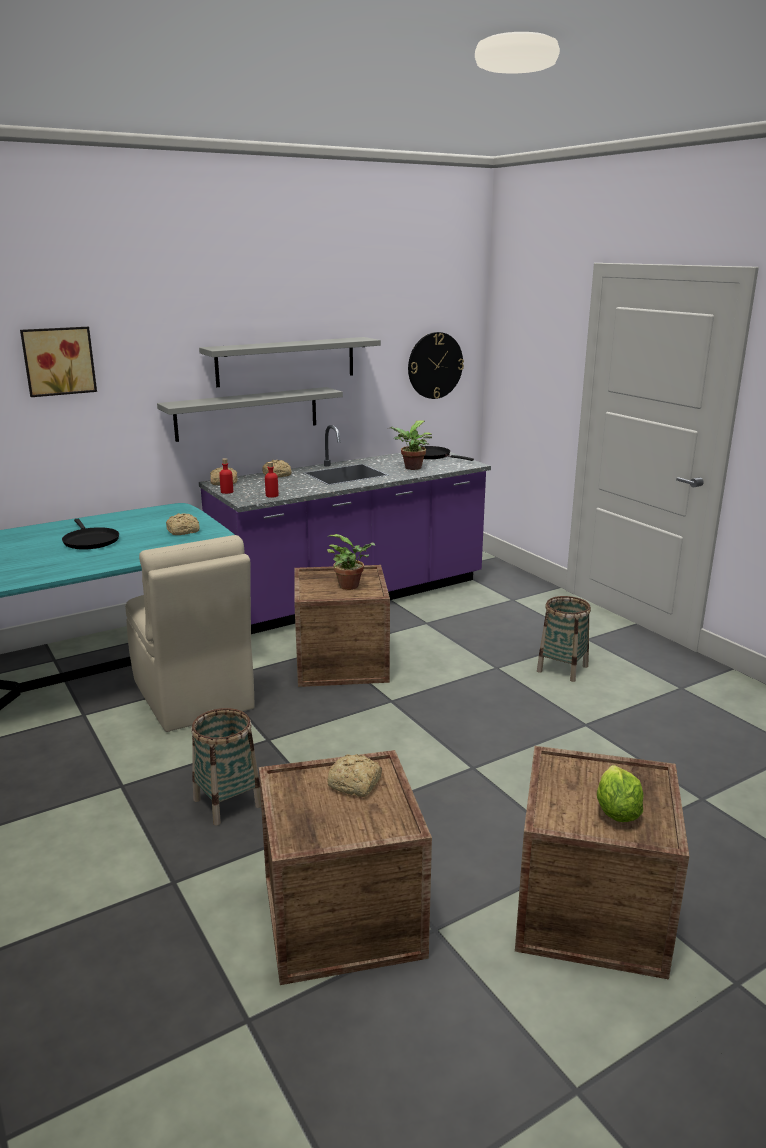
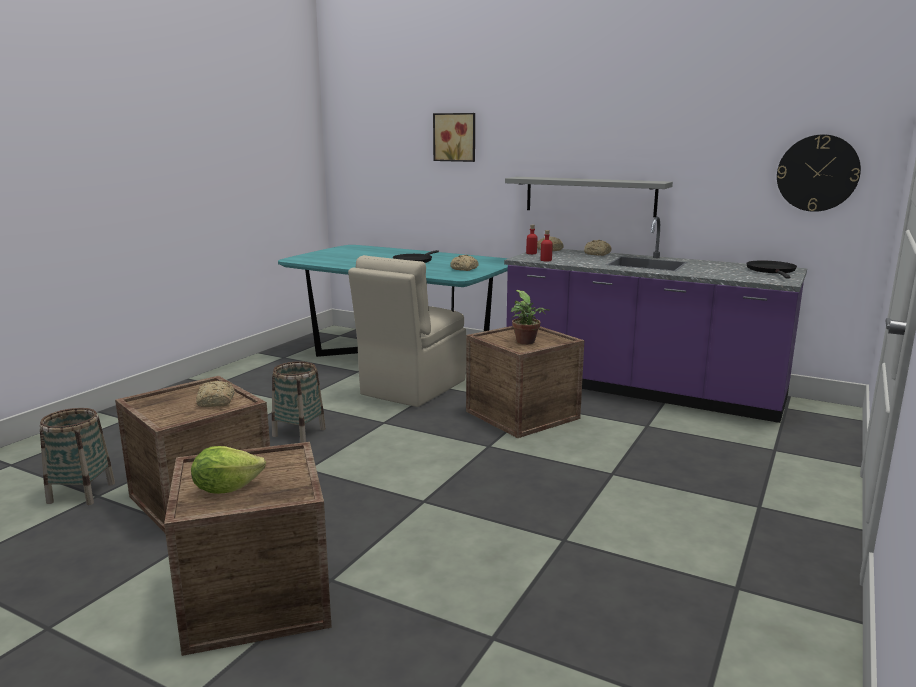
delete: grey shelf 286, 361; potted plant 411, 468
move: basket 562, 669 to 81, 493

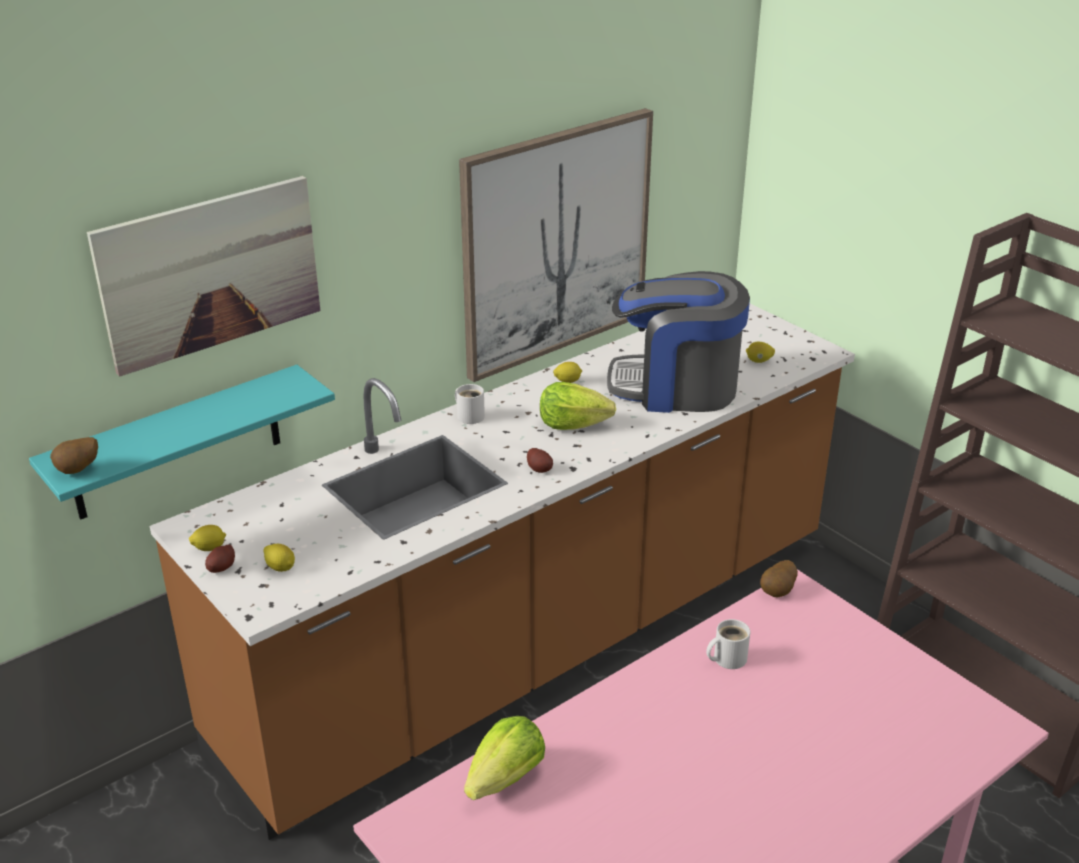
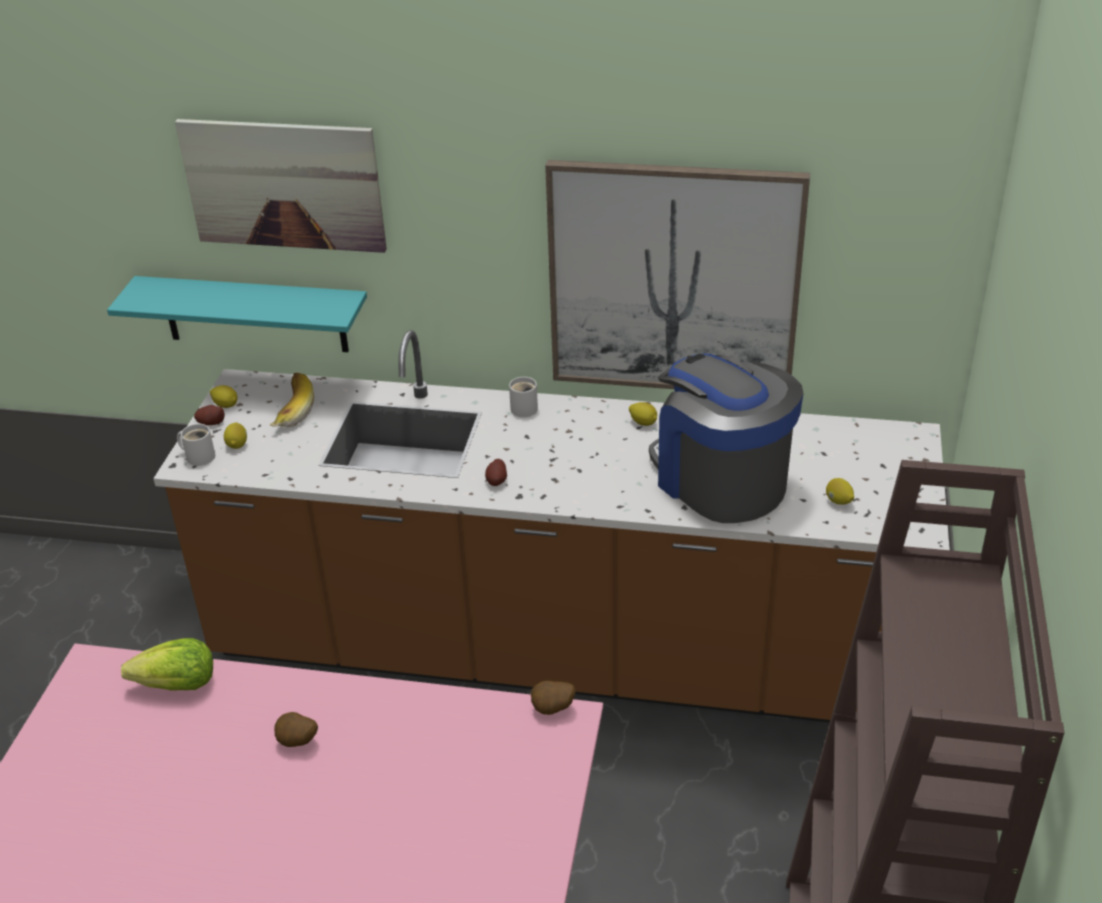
delete: lettuce 572, 425
insert: banana 289, 411
move: white mug 726, 658 to 199, 456; potato 79, 471 to 297, 743

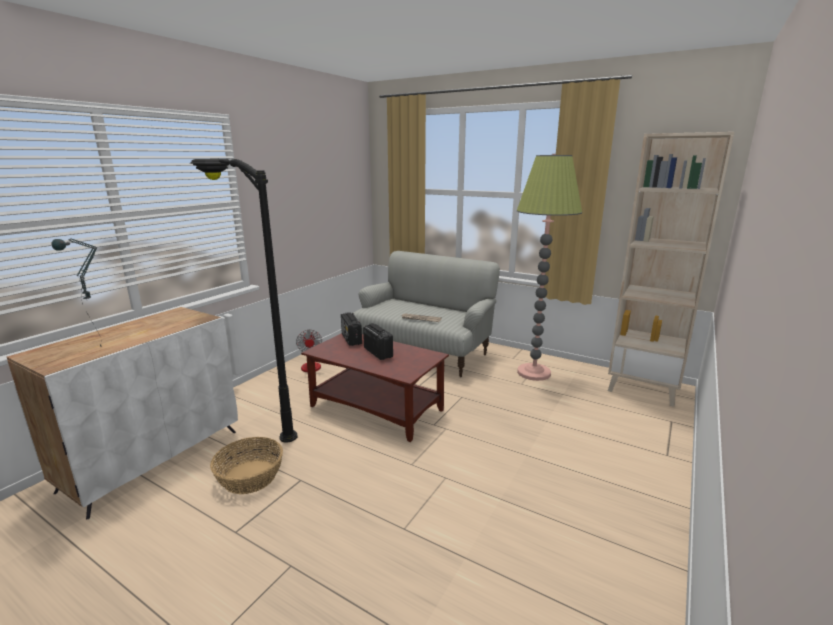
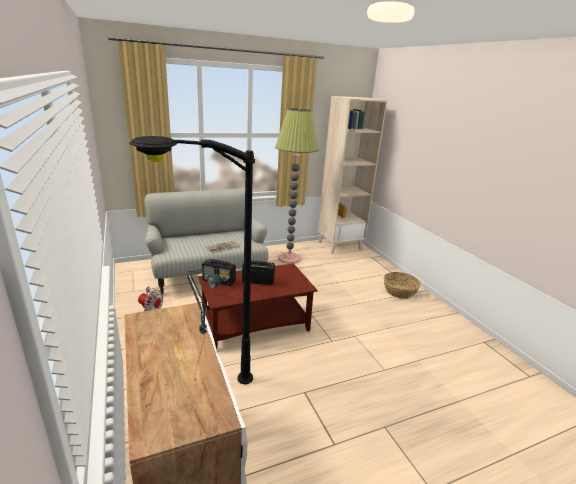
move: basket 249, 477 to 399, 291

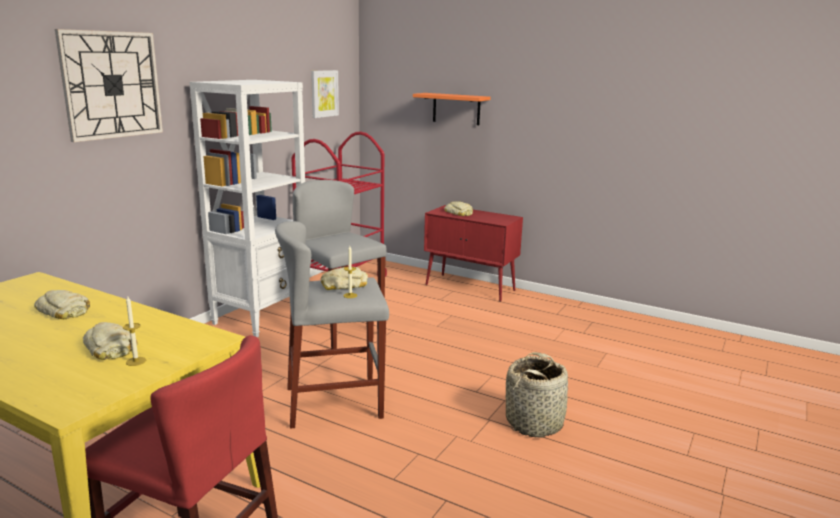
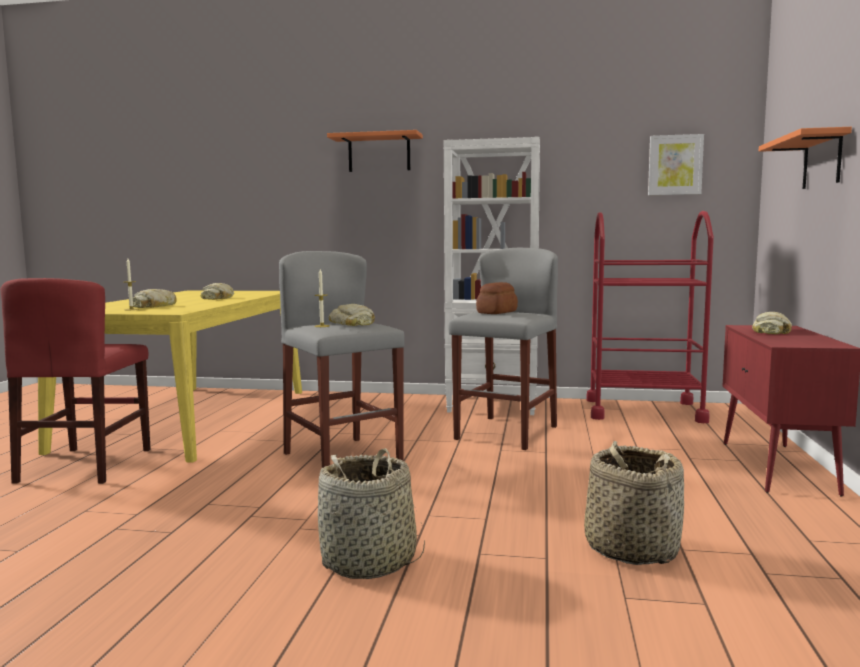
insert: bread 496, 312; basket 631, 548
replace: wall clock 112, 85 to orange shelf 379, 153

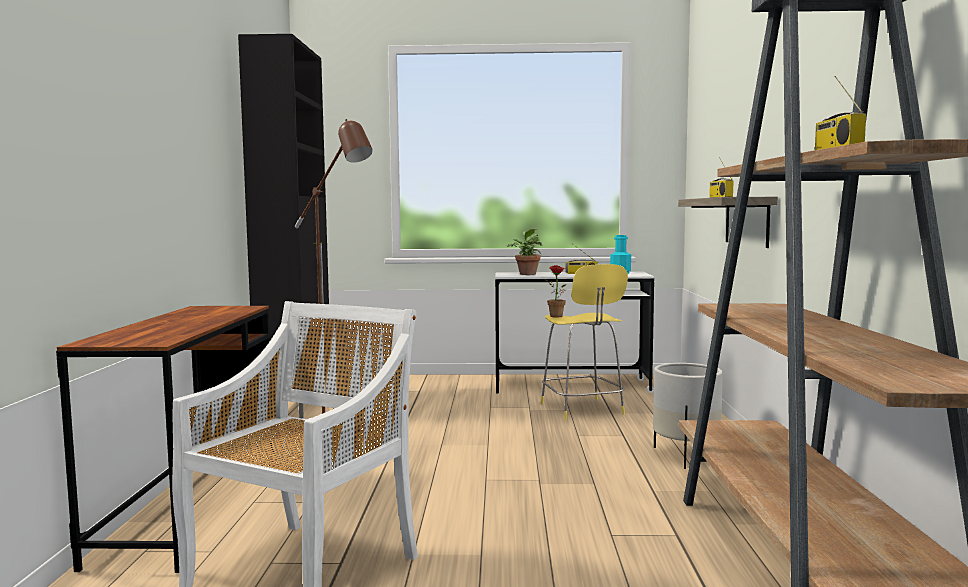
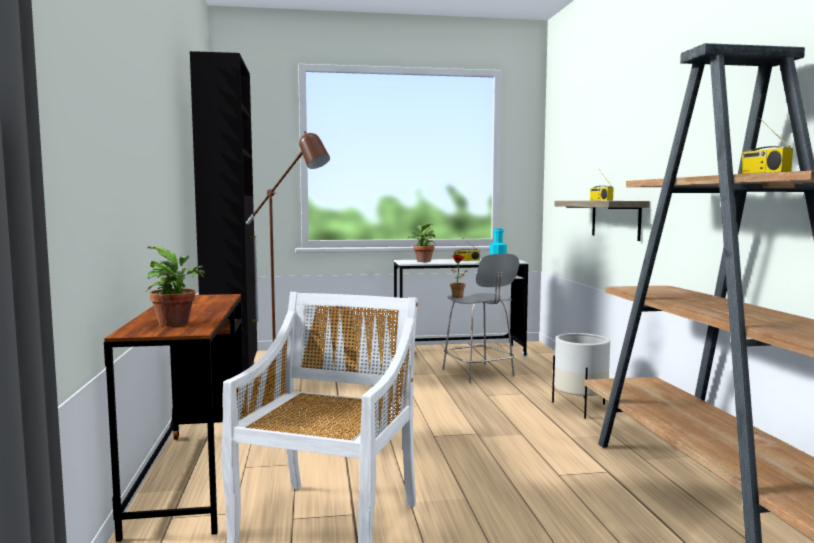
insert: potted plant 176, 324
recolor: yellow stool 582, 410 to grey stool 479, 373

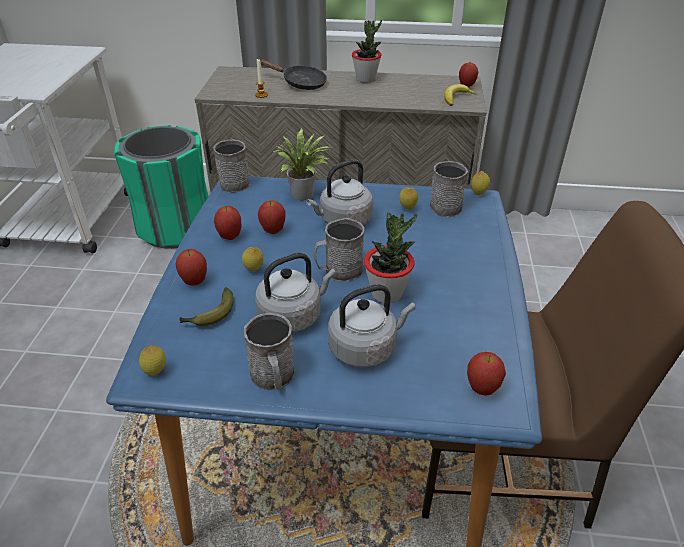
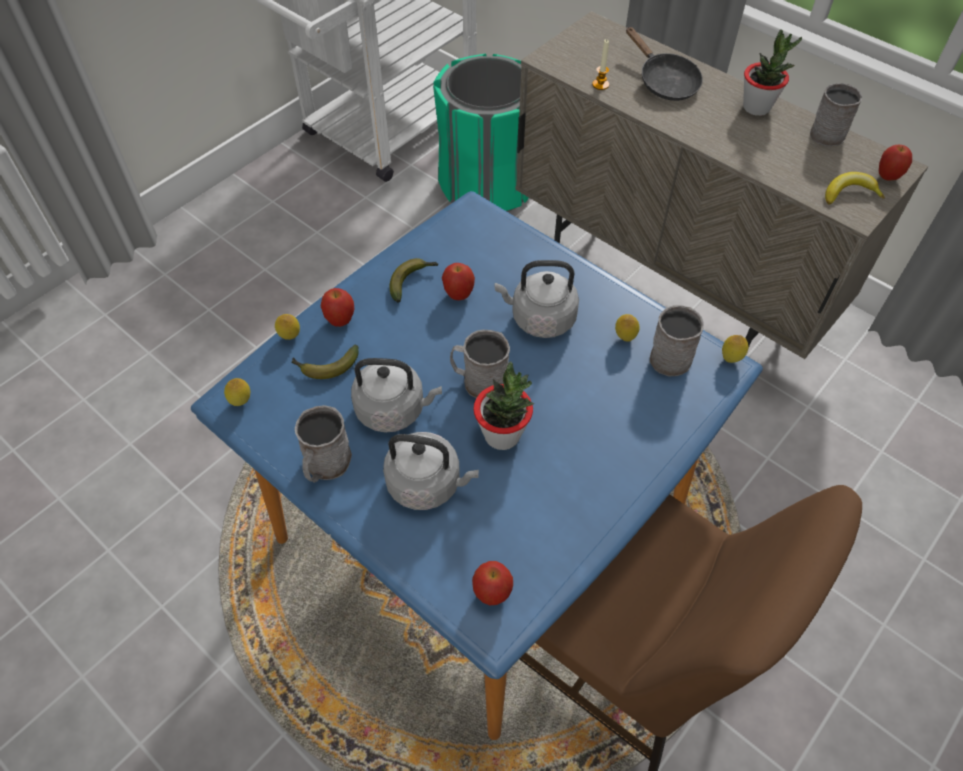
delete: potted plant 305, 195
move: lemon 254, 270 to 290, 337; grey mug 234, 181 to 828, 132
replace: apple 230, 237 to banana 412, 281

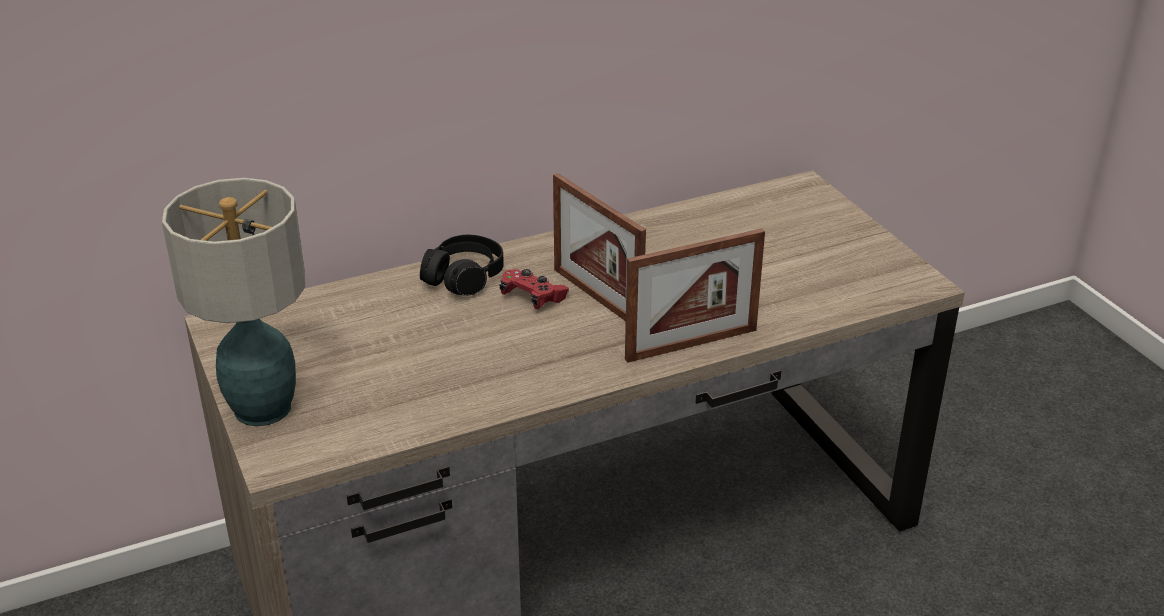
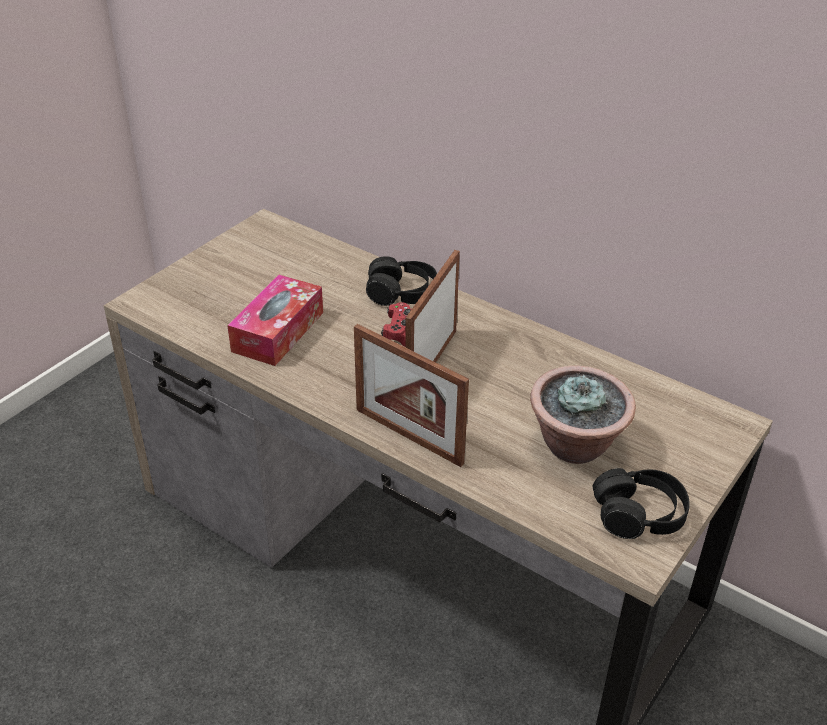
delete: table lamp 264, 408
insert: tissue box 278, 332; potted plant 576, 445; black headphones 639, 514

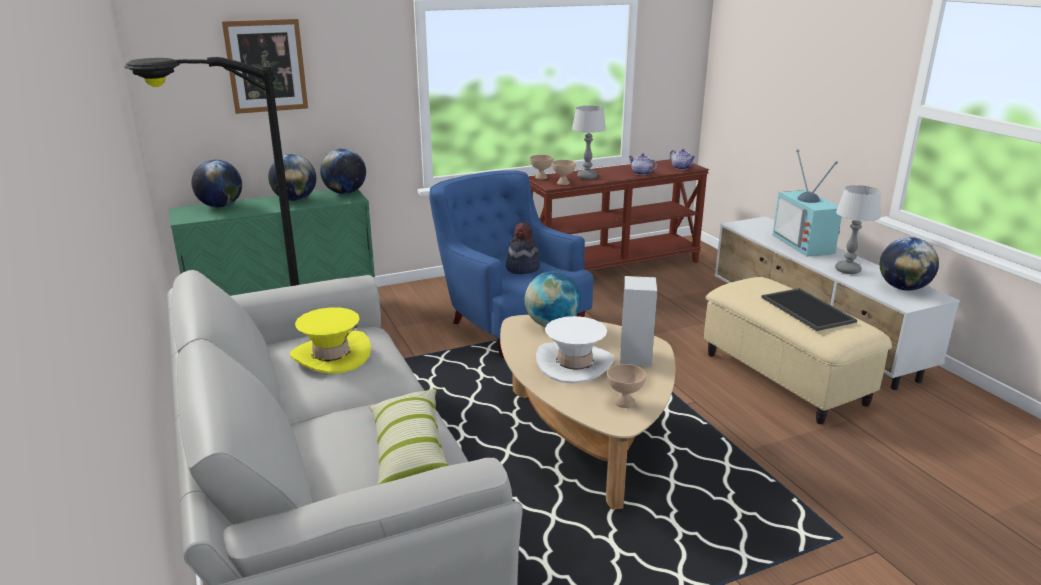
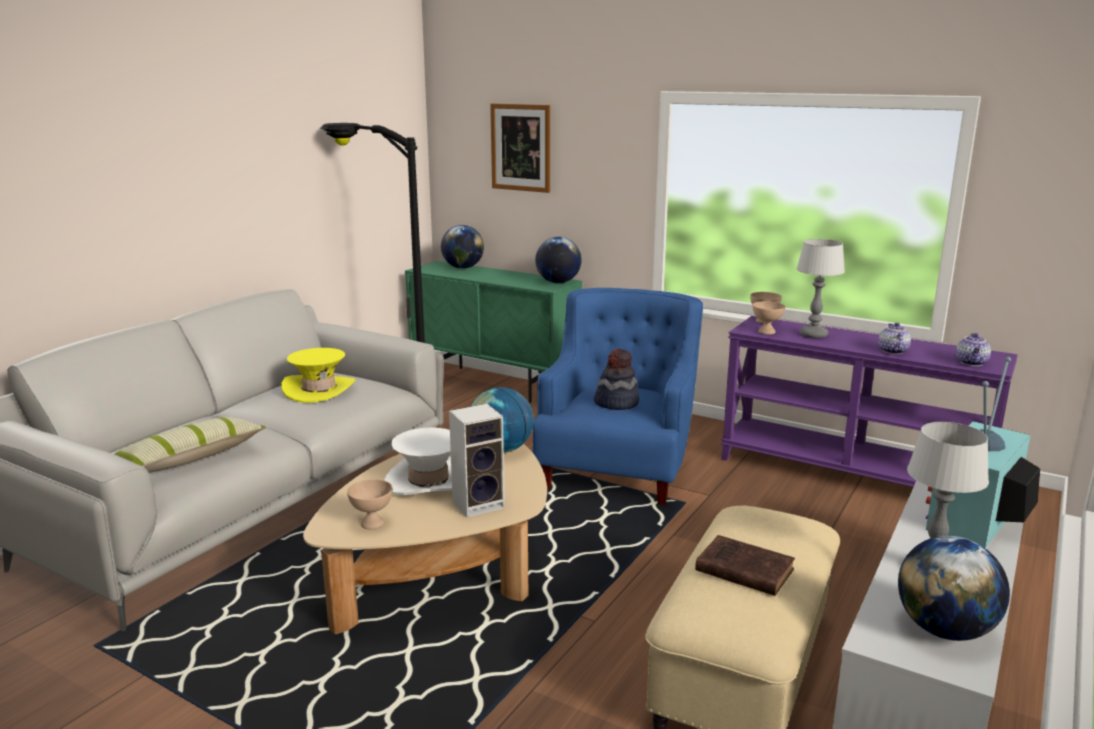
delete: globe 295, 199
replace: tray 805, 309 to brown book 742, 569
recolor: brown console table 612, 267 to purple console table 851, 474

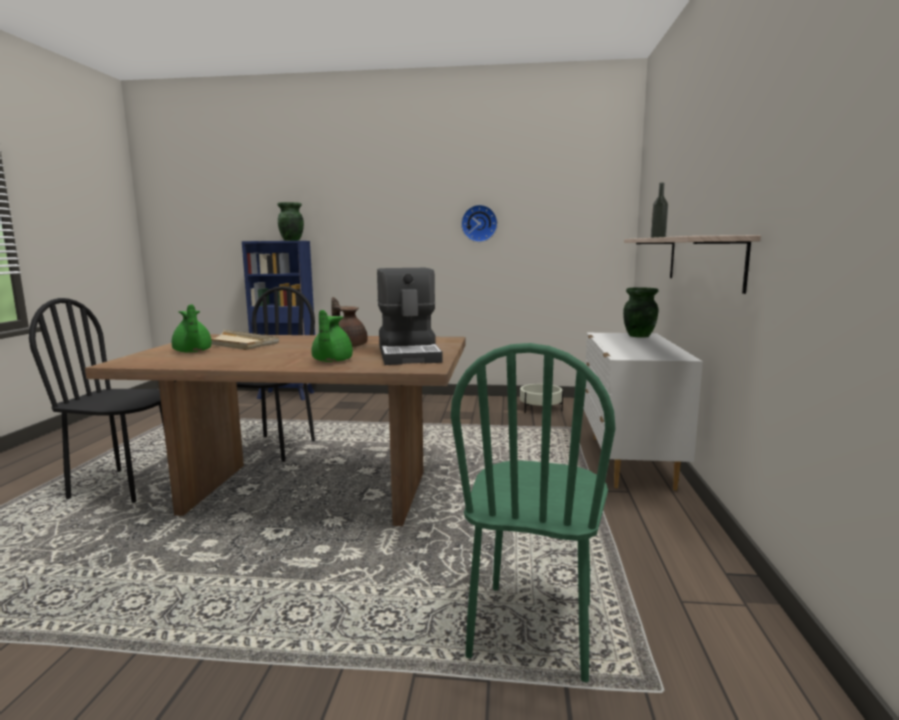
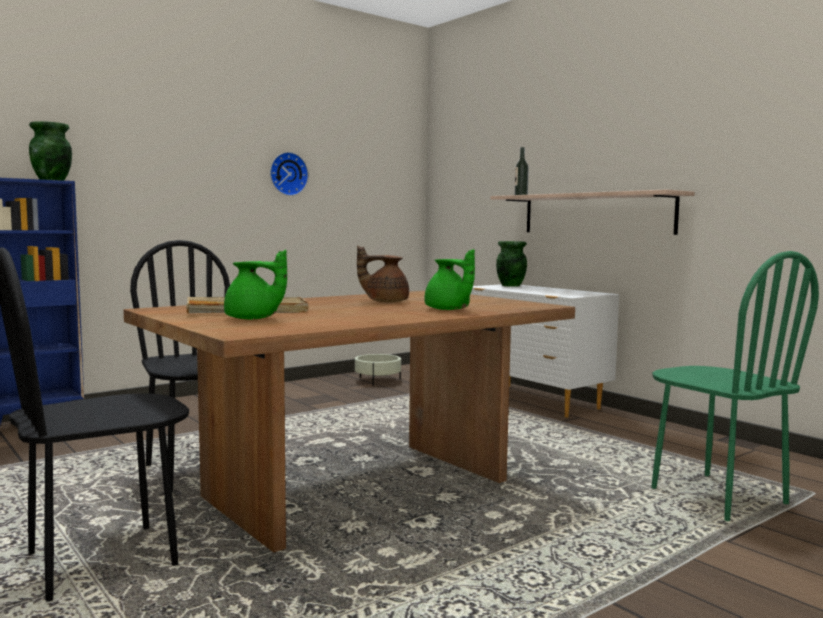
delete: coffee machine 410, 354

